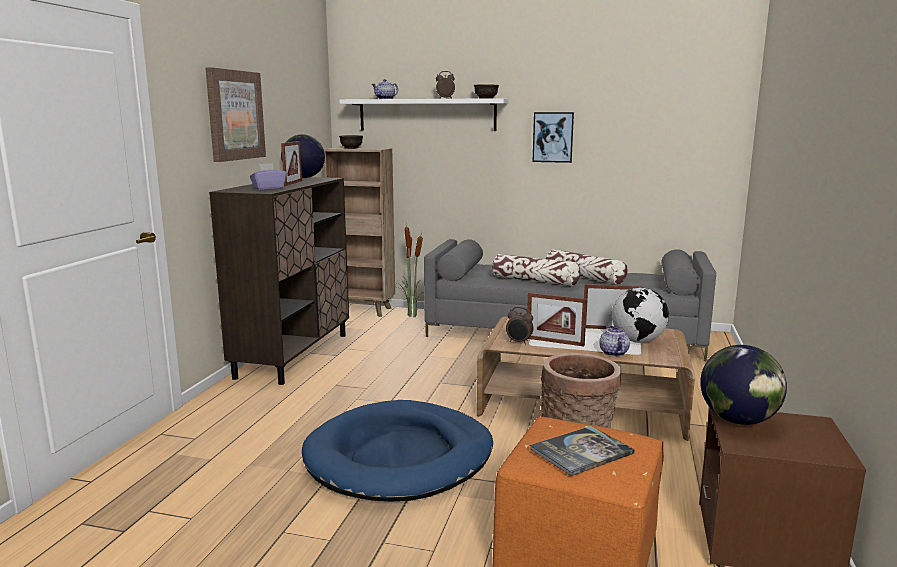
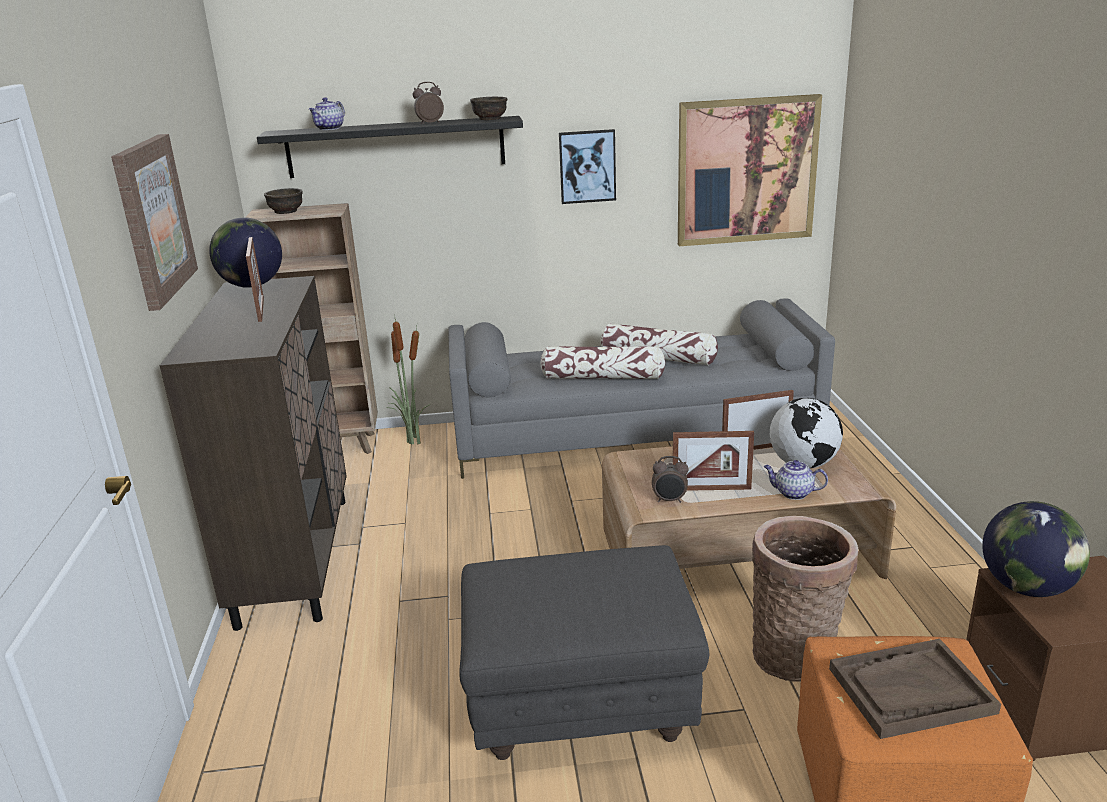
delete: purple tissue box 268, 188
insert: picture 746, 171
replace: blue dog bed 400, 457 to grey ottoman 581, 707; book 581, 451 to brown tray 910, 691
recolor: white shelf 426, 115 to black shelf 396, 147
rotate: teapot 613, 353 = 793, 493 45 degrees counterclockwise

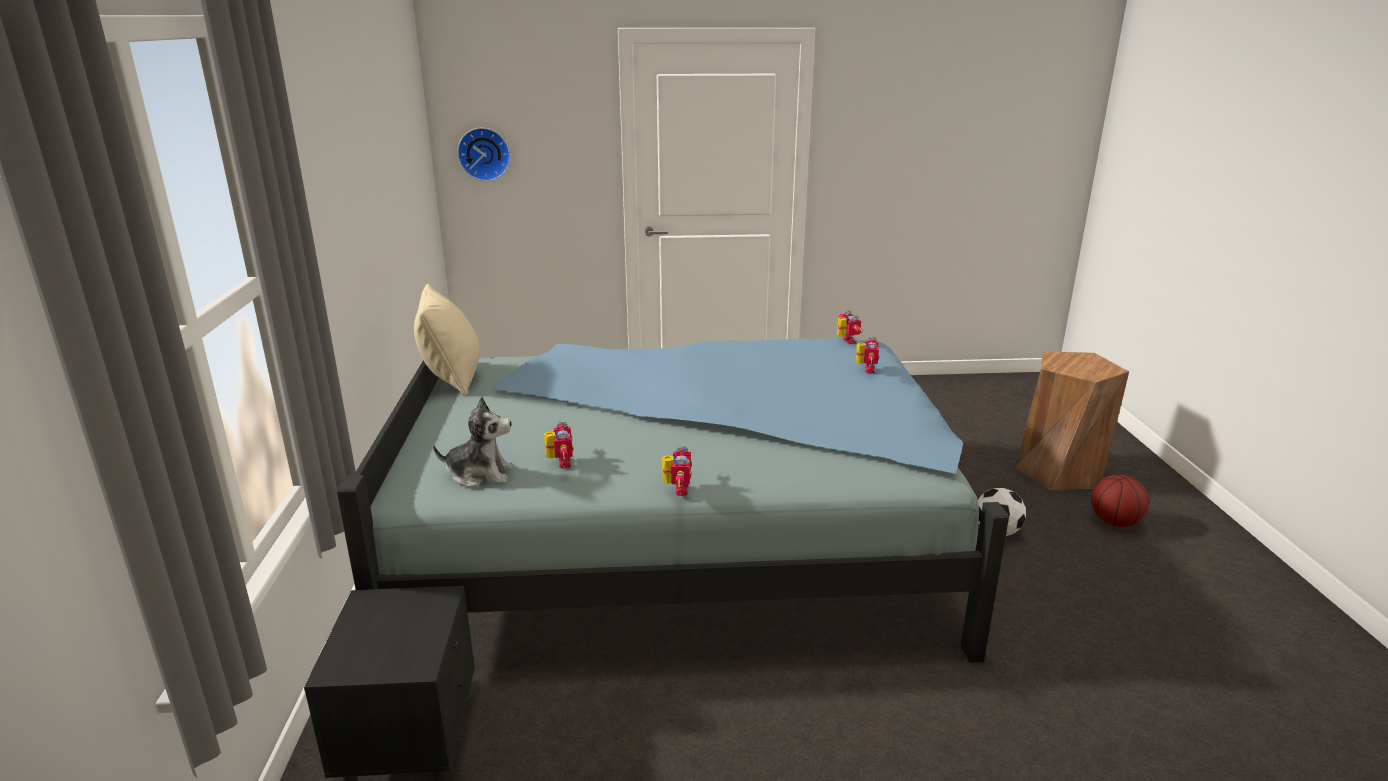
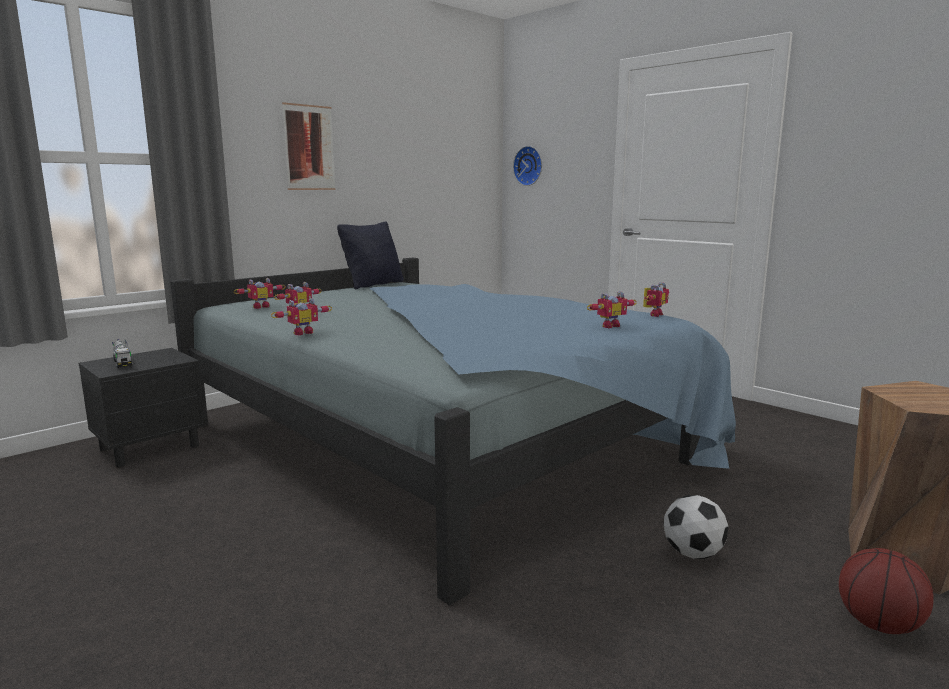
insert: toy truck 123, 363; picture 309, 148
replace: plush toy 480, 474 to toy robot 260, 307
recolor: beige pillow 452, 379 to black pillow 373, 284

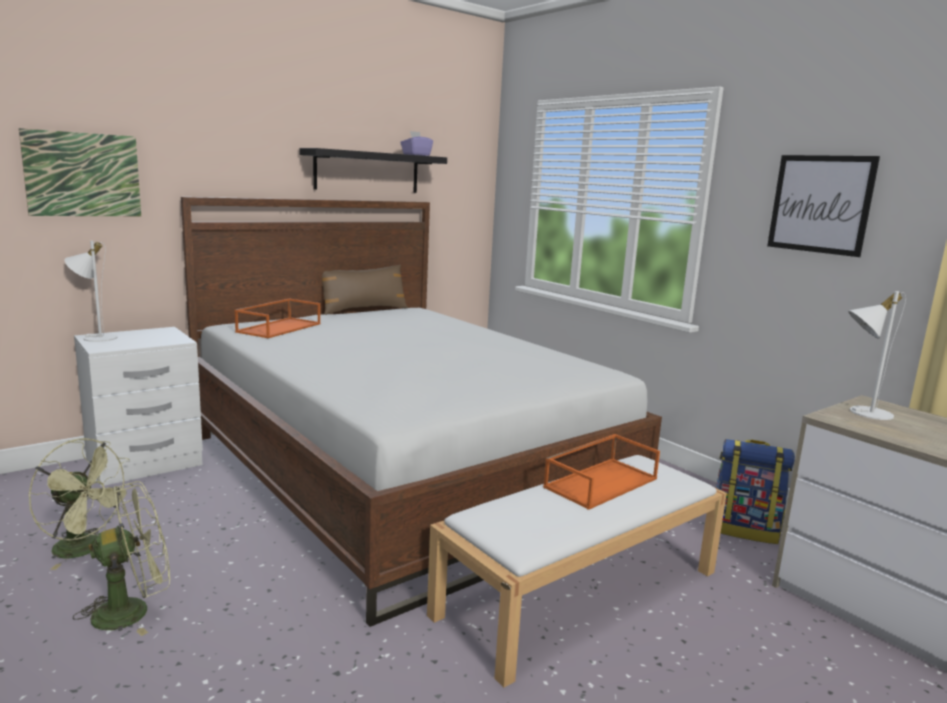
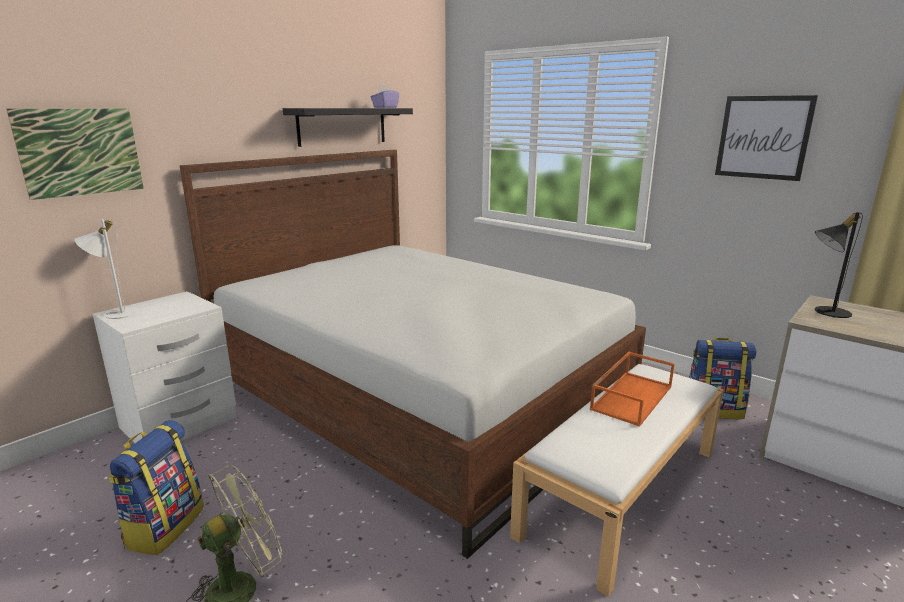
delete: orange tray 279, 327; brown pillow 364, 310
replace: green fan 86, 549 to backpack 164, 526
recolor: white table lamp 862, 411 to black table lamp 825, 311

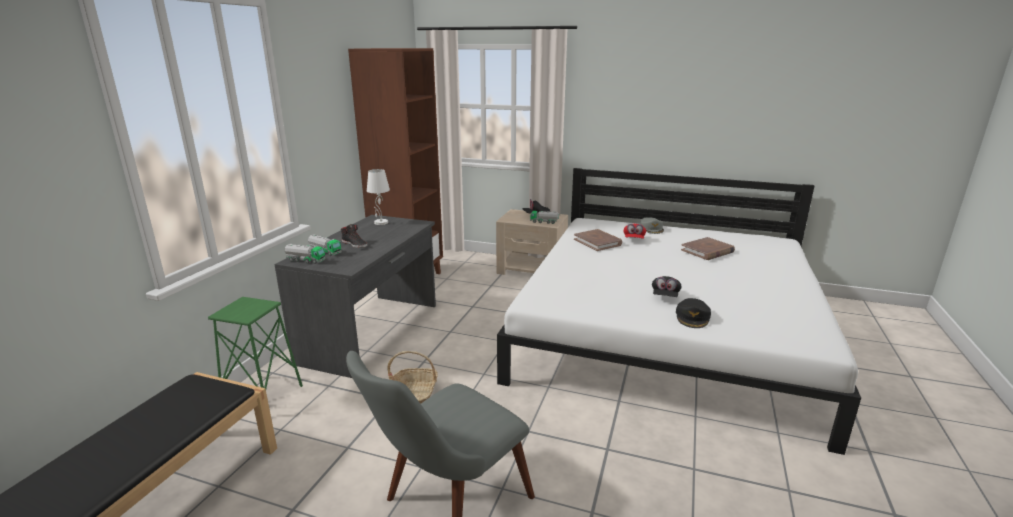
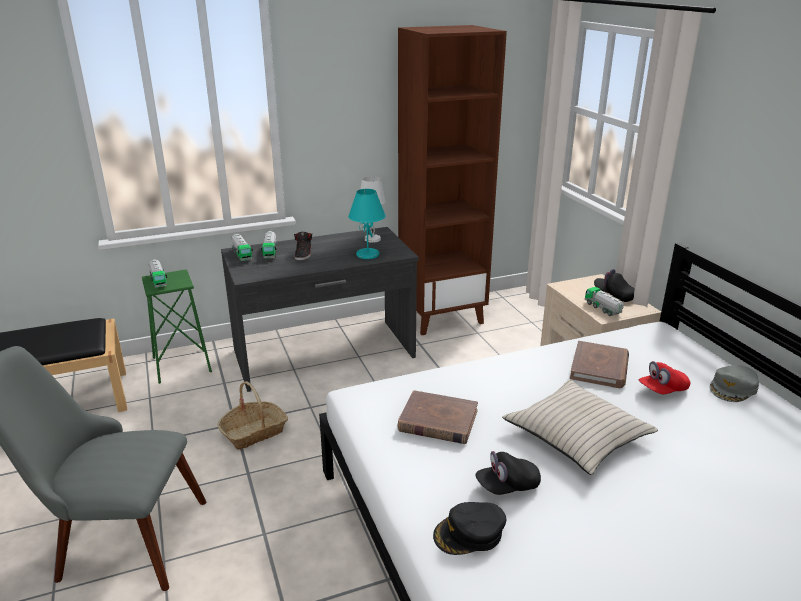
insert: toy truck 158, 280; turquoise table lamp 367, 255; beige pillow 577, 436
move: brown book 707, 251 to 438, 421

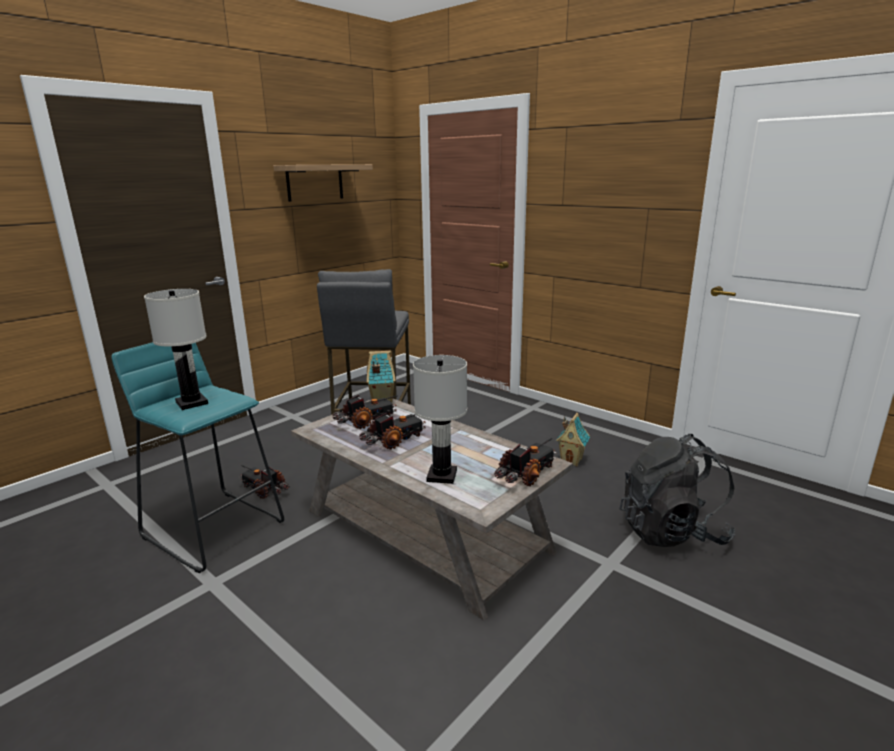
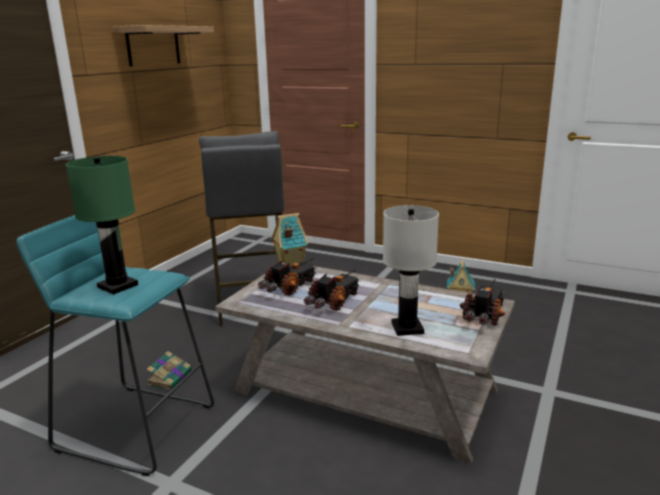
delete: black backpack 671, 532
replace: toy truck 265, 490 to book 170, 377
recolor: white table lamp 191, 403 to green table lamp 117, 286

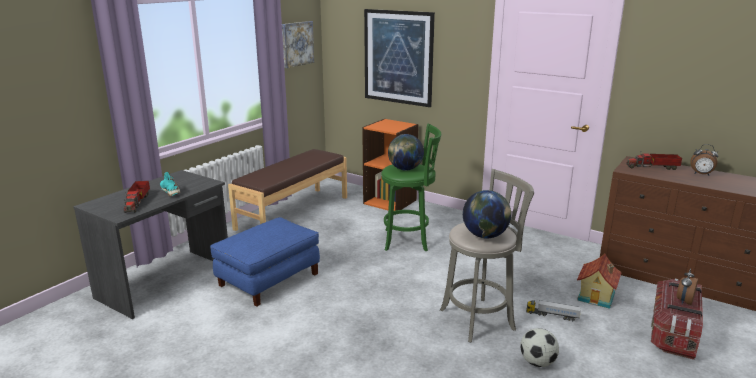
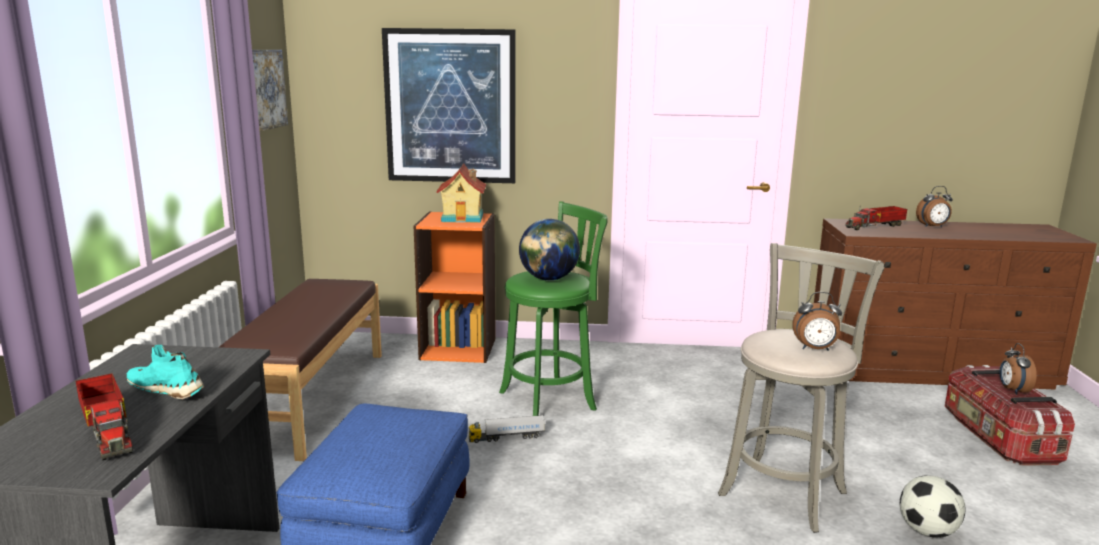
move: toy house 597, 297 to 464, 218; toy truck 552, 315 to 506, 437
replace: globe 485, 236 to alarm clock 815, 349

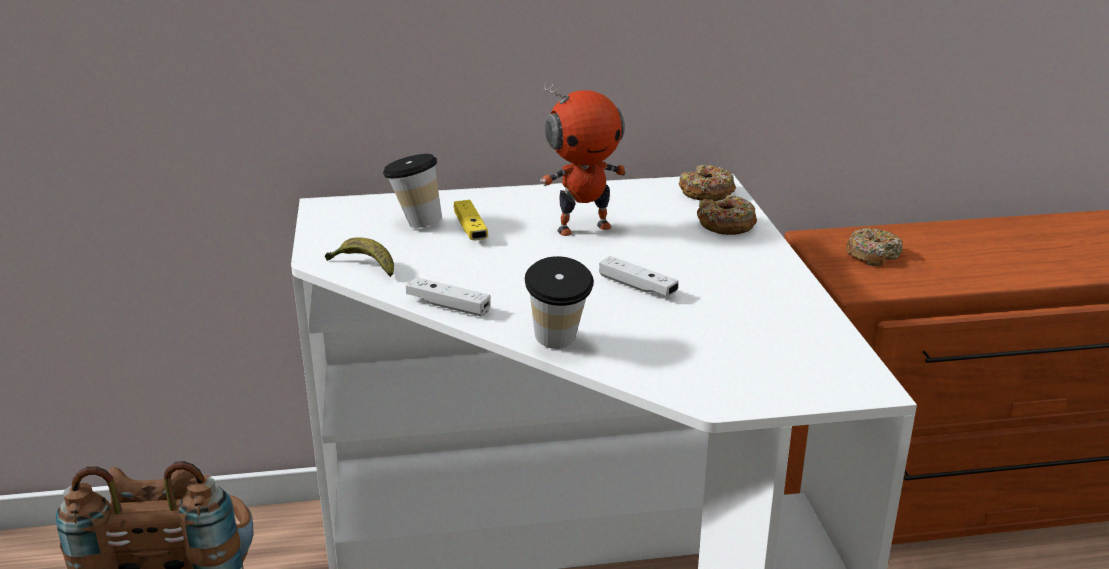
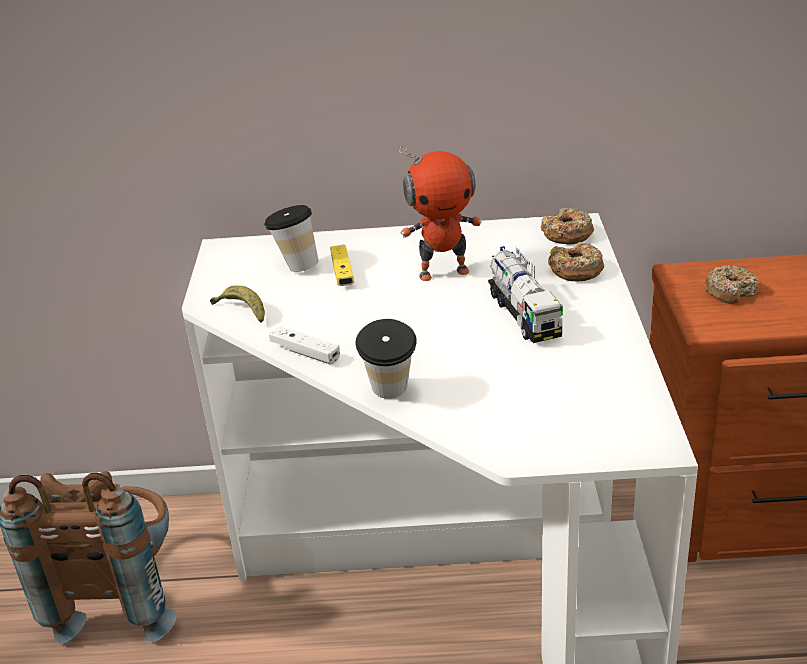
delete: white game controller 637, 286
insert: toy truck 523, 314

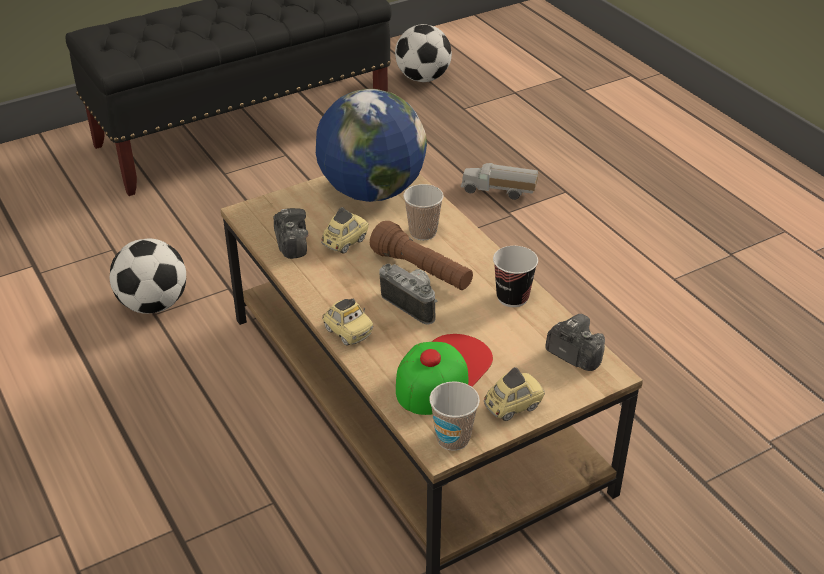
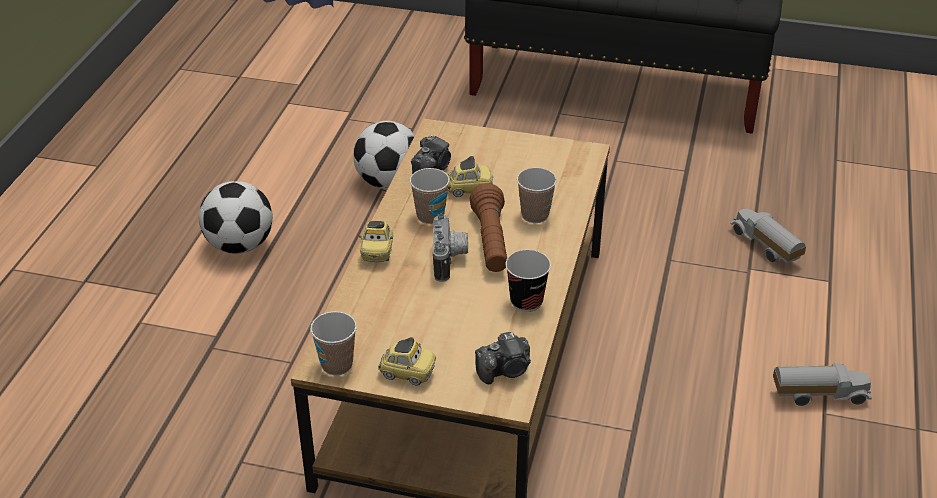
delete: globe 371, 192; cap 443, 373
insert: cup 430, 216; toy truck 819, 394
move: football 423, 78 to 240, 245
rotate: photo camera 574, 355 = 505, 370 75 degrees clockwise

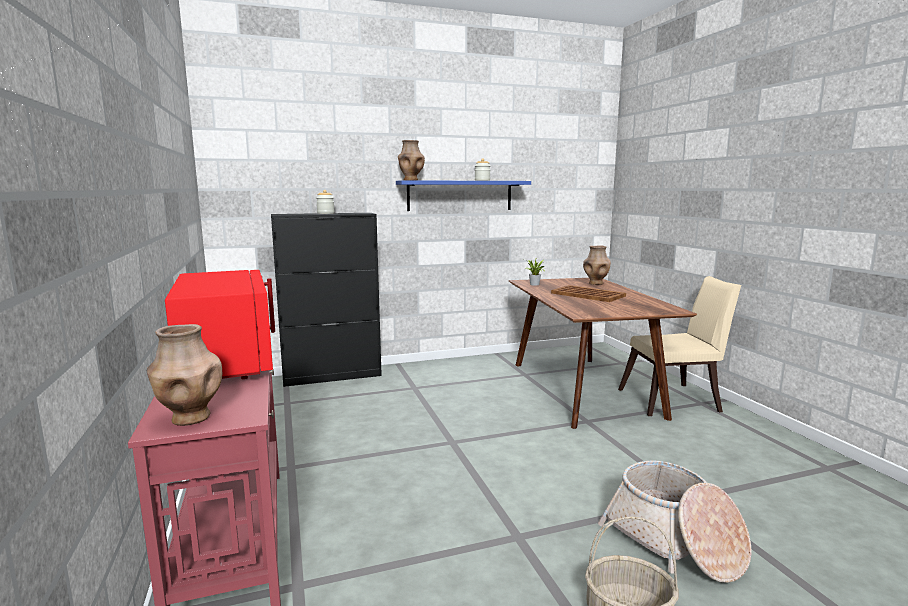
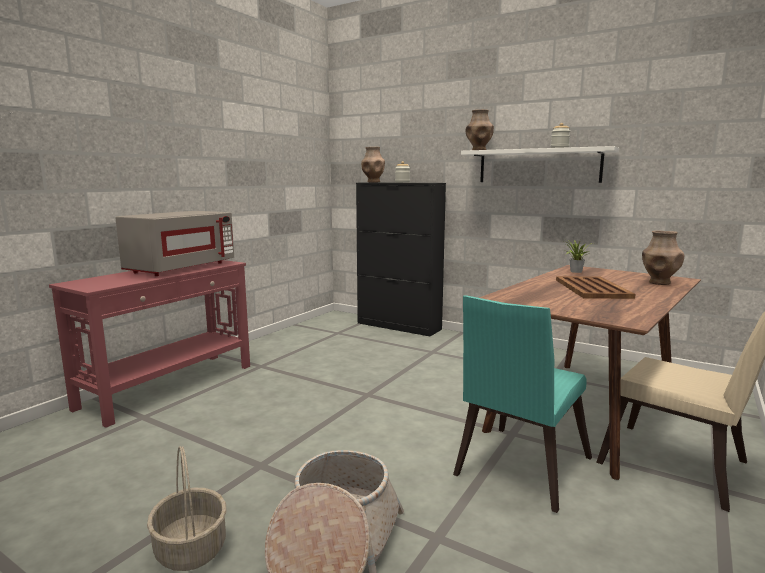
insert: turquoise chair 518, 470
move: brown vase 190, 418 to 373, 182
recolor: red microwave 225, 362 to grey microwave 181, 268; blue shelf 460, 195 to white shelf 538, 166

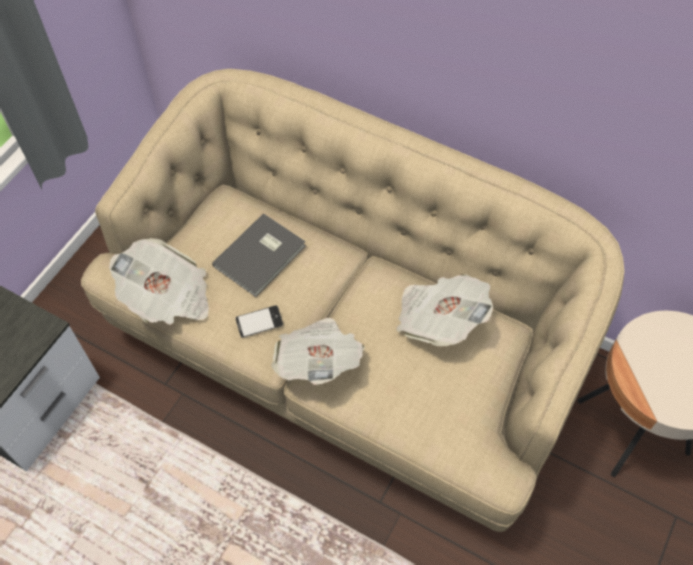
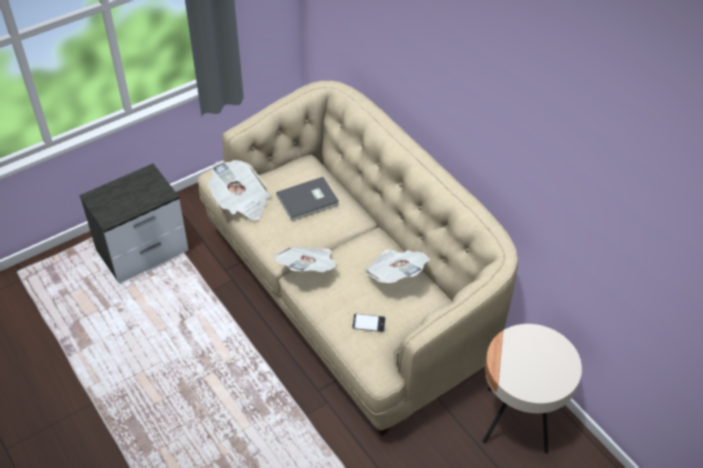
move: phone 259, 323 to 368, 324

